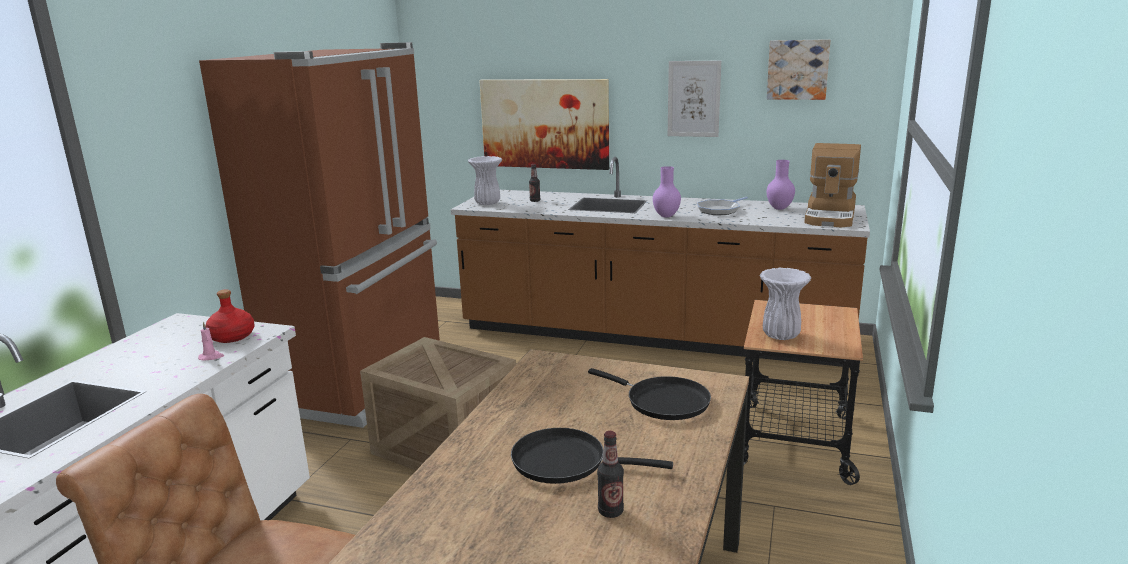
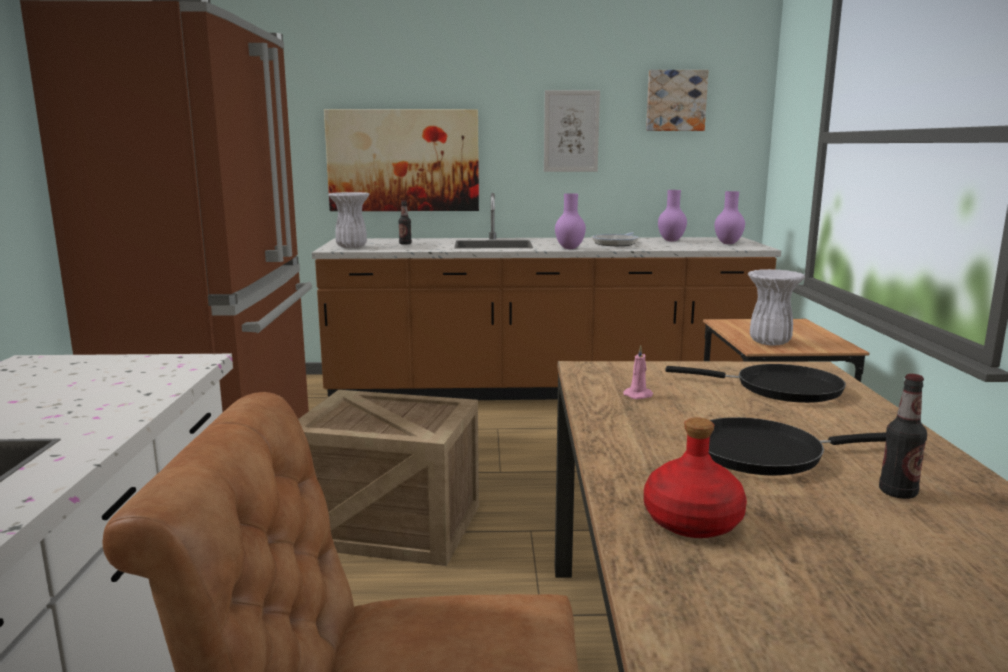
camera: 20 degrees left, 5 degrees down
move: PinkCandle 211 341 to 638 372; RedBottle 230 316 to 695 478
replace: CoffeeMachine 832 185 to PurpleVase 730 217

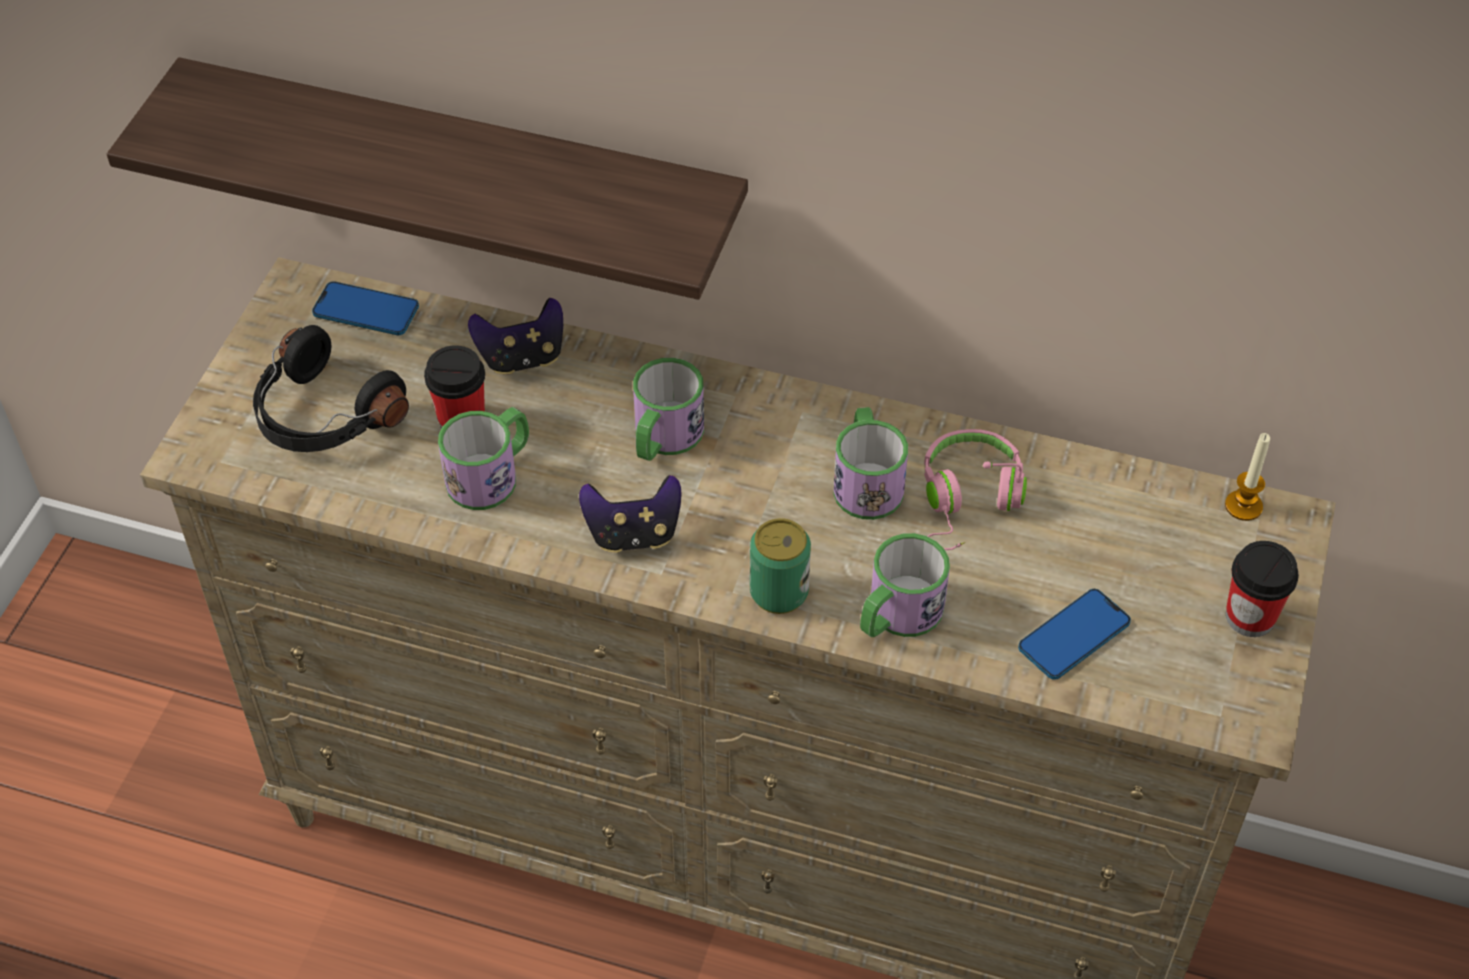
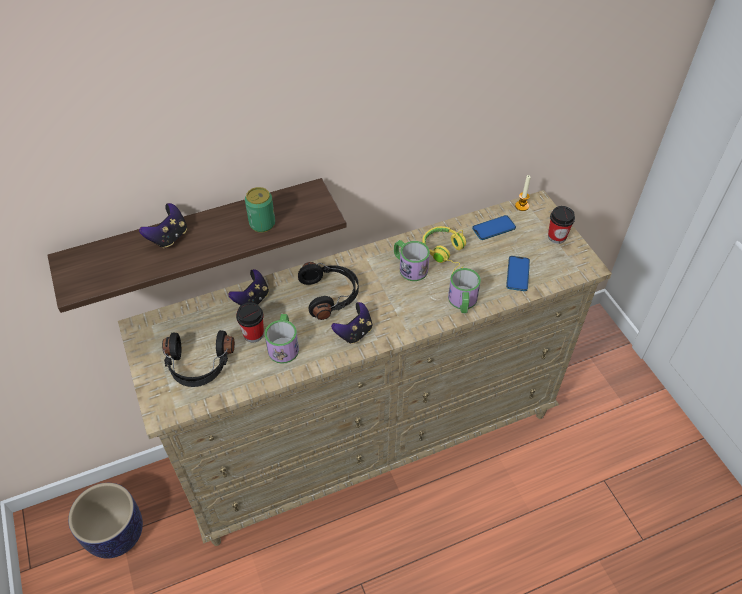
camera: 40 degrees left, 0 degrees up
insert: Planter 105 521; GameController 163 226
move: Phone 365 308 to 494 227; Can 780 566 to 260 210
replace: Mug 668 409 to BlackHeadphones 328 291
recolor: PinkHeadphones 975 489 to YellowHeadphones 444 249

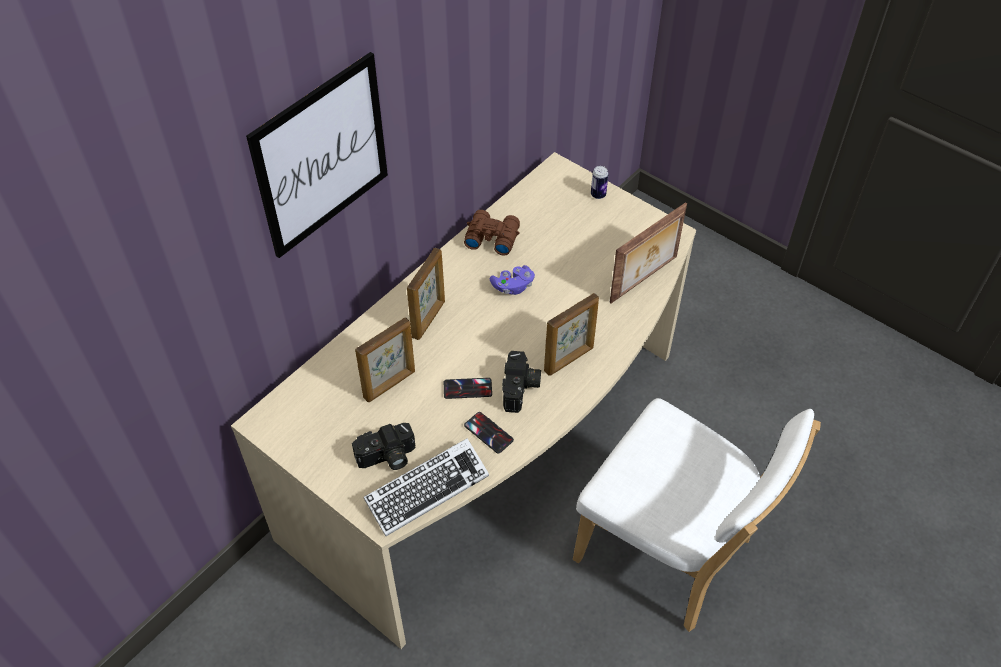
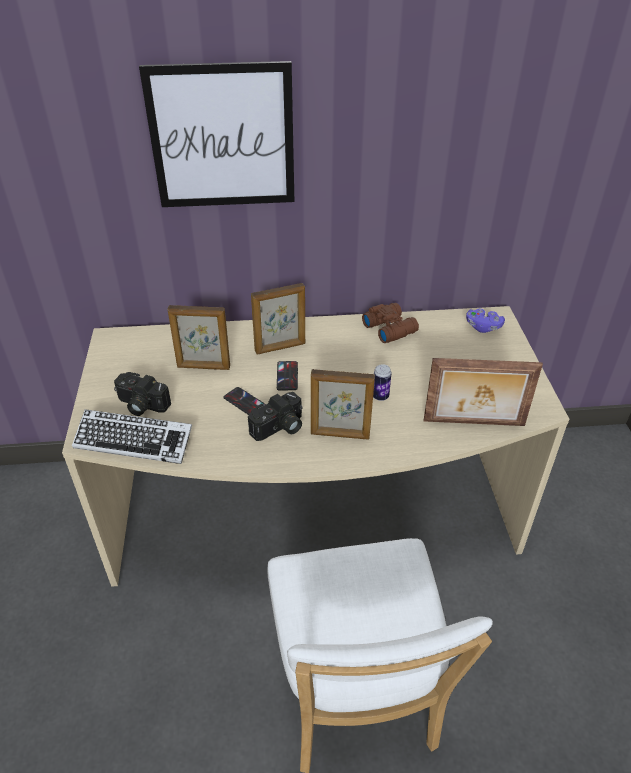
camera: 45 degrees right, 10 degrees down
move: Phone 489 433 to 287 375; PurpleGameController 512 280 to 485 321; Can 600 182 to 382 382

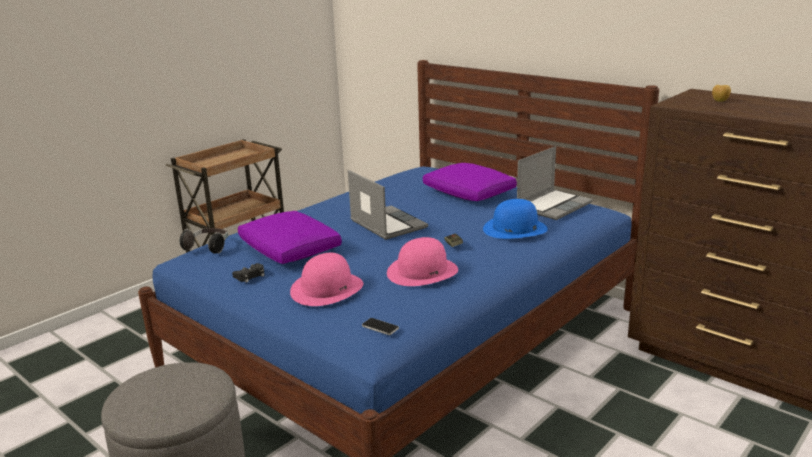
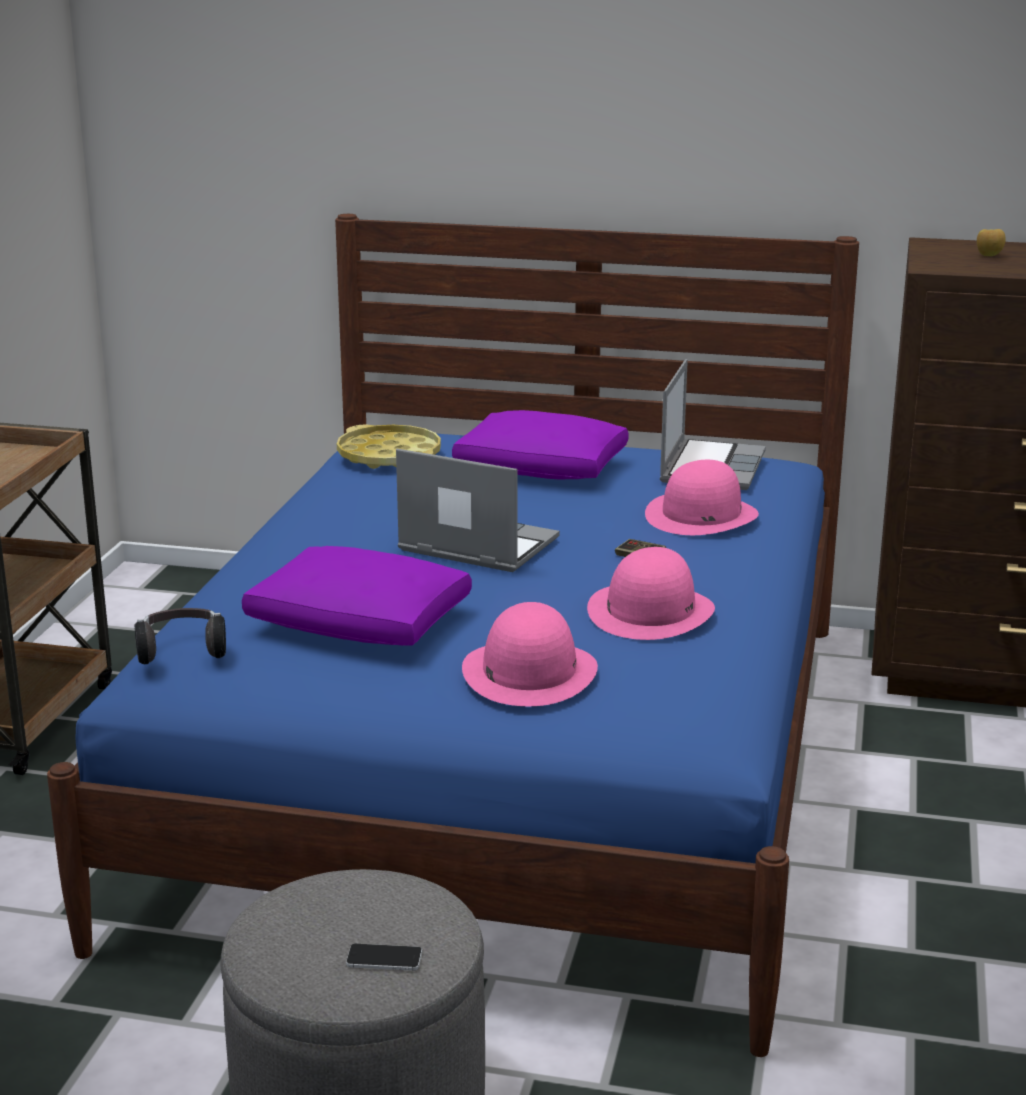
camera: 30 degrees left, 0 degrees up
delete: BlackGameController 248 273
insert: YellowTray 389 446
move: Phone 380 326 to 384 957
recolor: BlueHat 515 219 to PinkHat 702 497

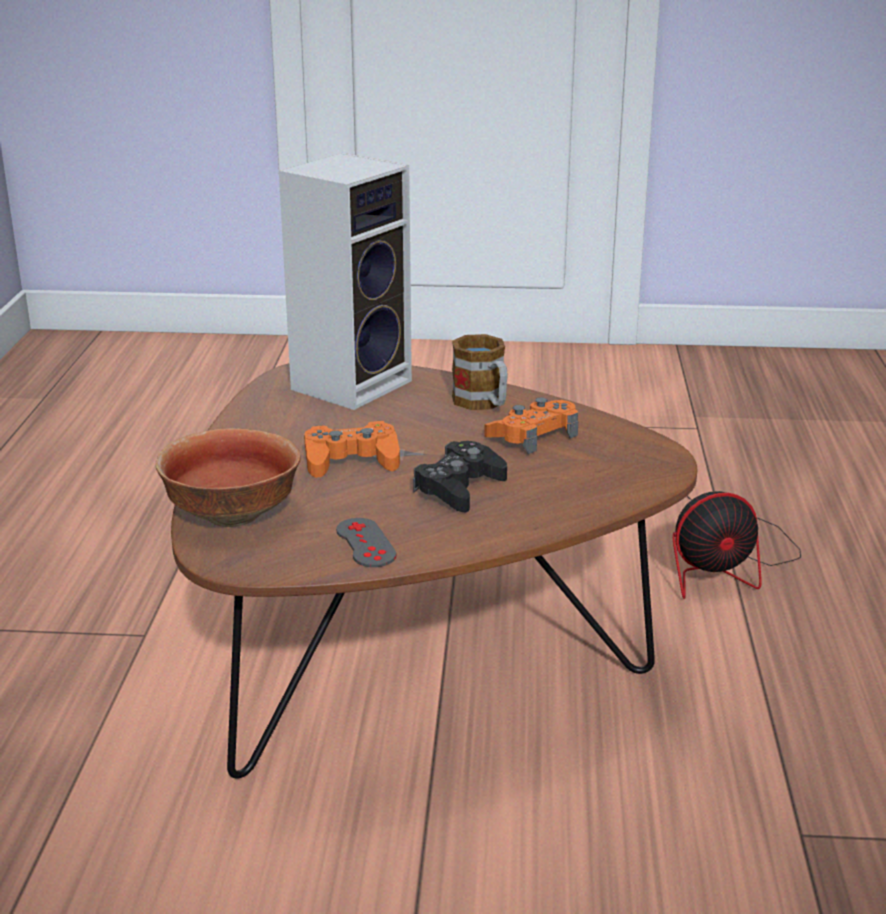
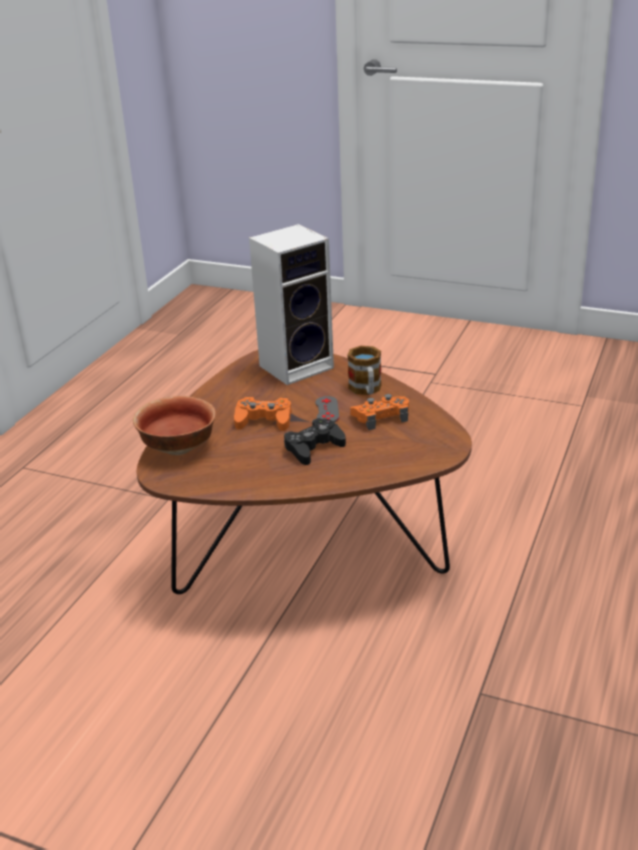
camera: 20 degrees right, 5 degrees up
delete: Fan 737 545
move: GreyGameController 366 542 to 327 409

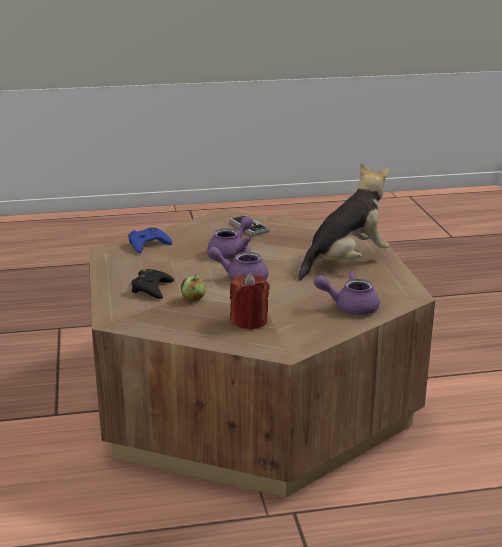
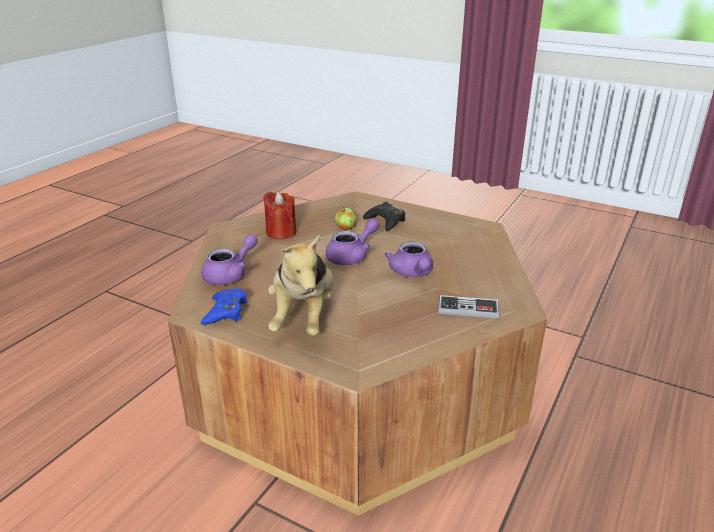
camera: 130 degrees right, 5 degrees up
move: BlueGameController 150 240 to 224 306

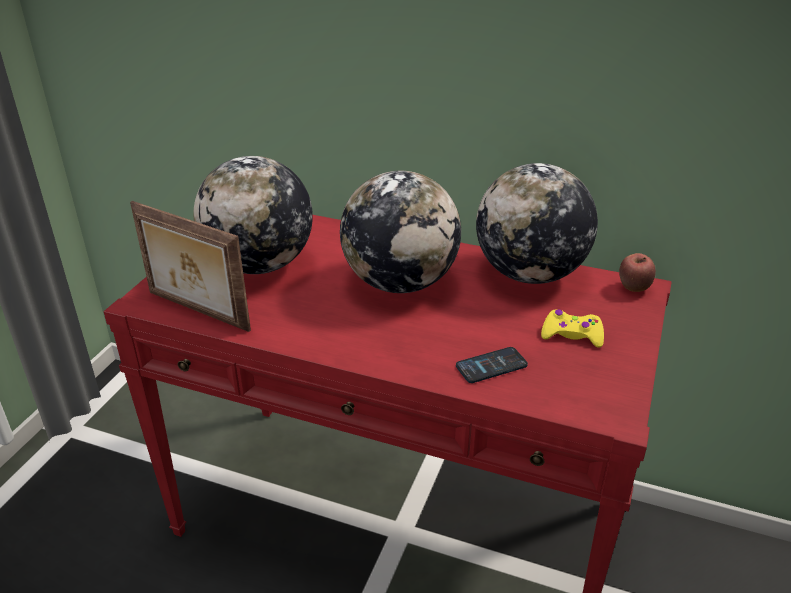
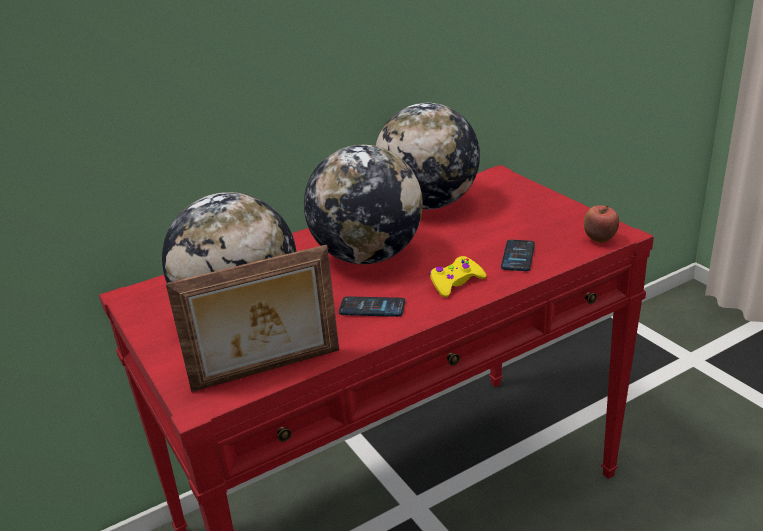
camera: 50 degrees left, 5 degrees down
insert: Phone 372 306
move: YellowGameController 572 328 to 457 276; Apple 637 272 to 601 224

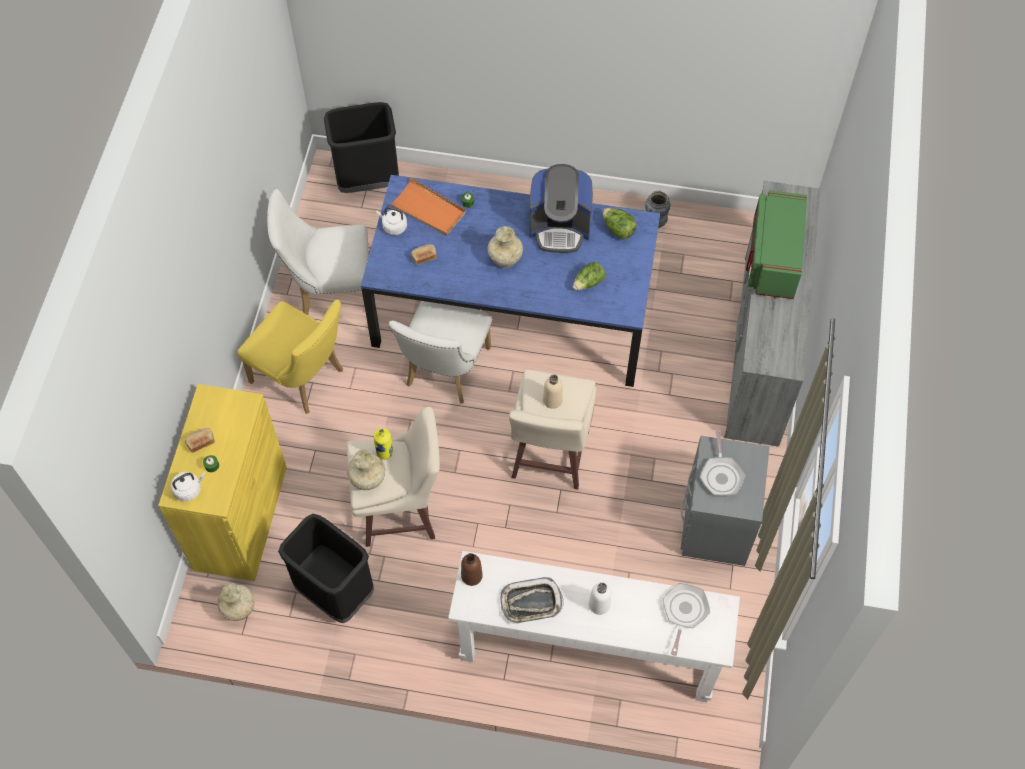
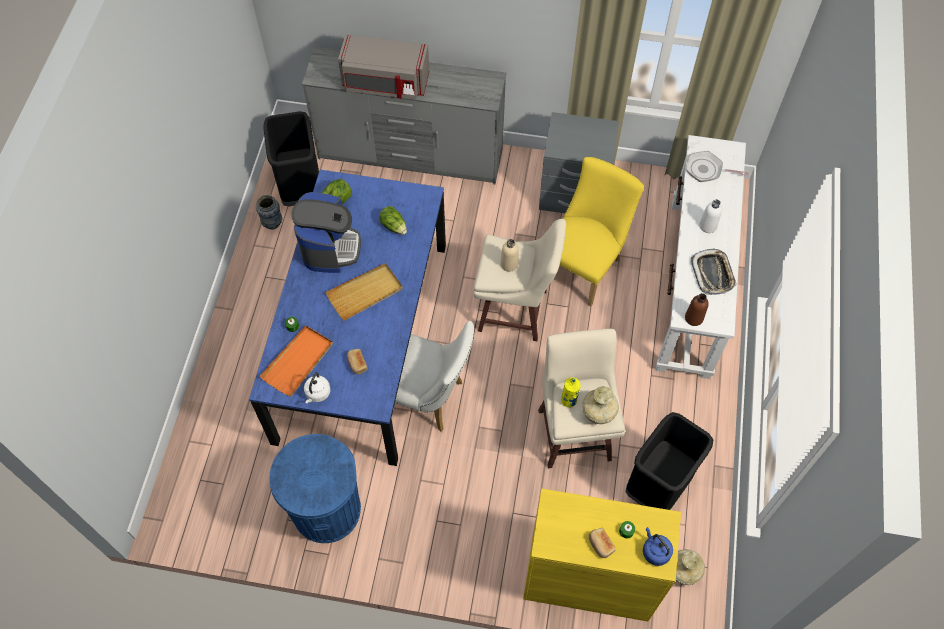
camera: 90 degrees left, 0 degrees up
delete: FryingPan 723 462
move: YellowChair 290 356 to 601 232; BlackTrashCan 361 147 to 291 158
replace: WhiteChair 318 252 to BlueTrashCan 315 488; BeigeVase 505 247 to BeigeTray 364 292
recolor: WhiteKettle 188 486 to BlueKettle 658 546; GreenMicrowave 776 244 to GreyMicrowave 383 67

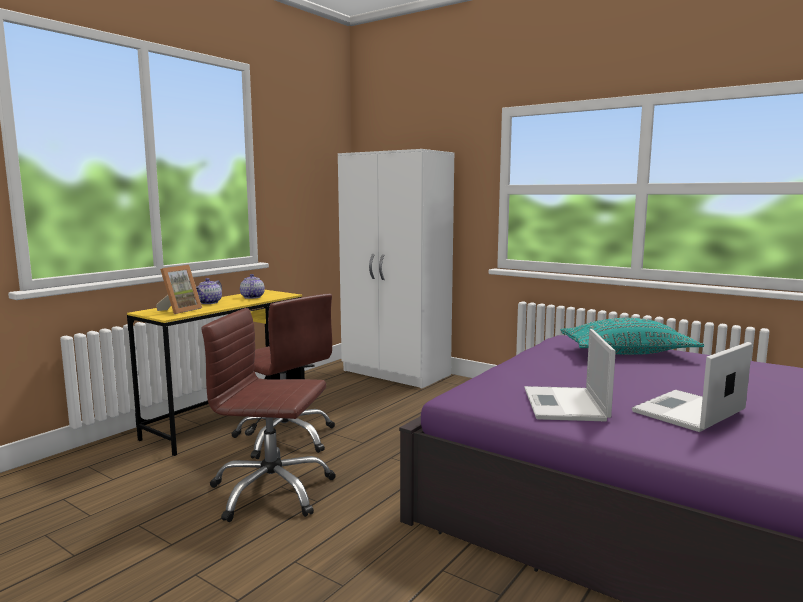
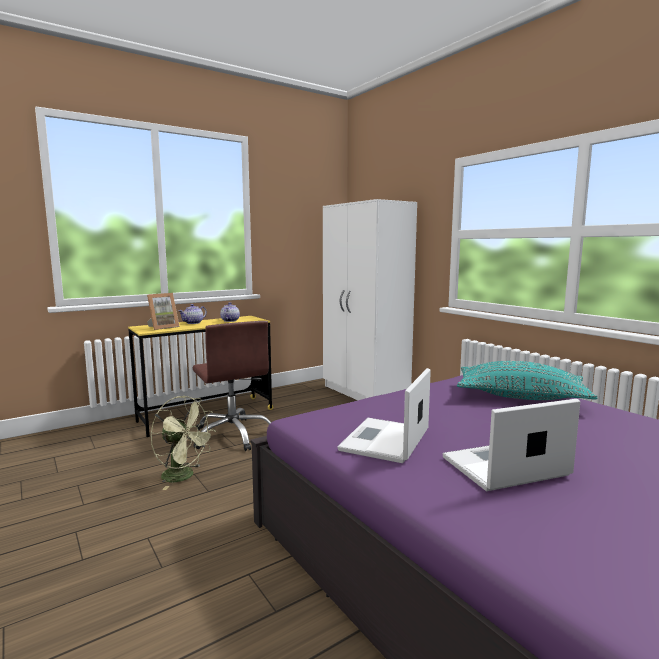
camera: 20 degrees right, 0 degrees up
replace: BrownOfficeChair 268 415 to GreenFan 183 443

